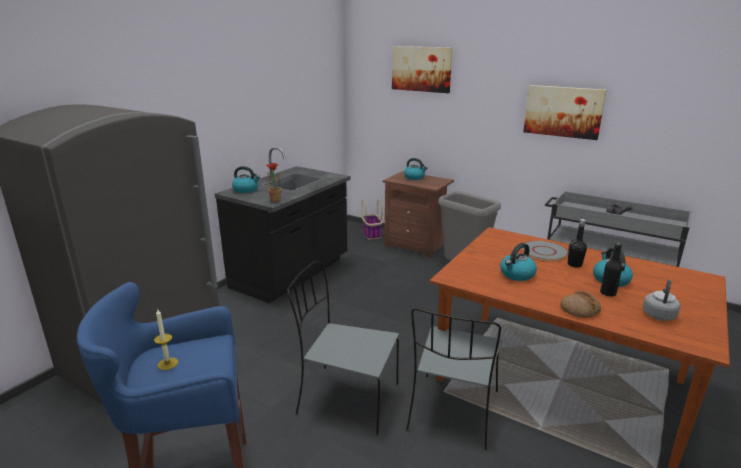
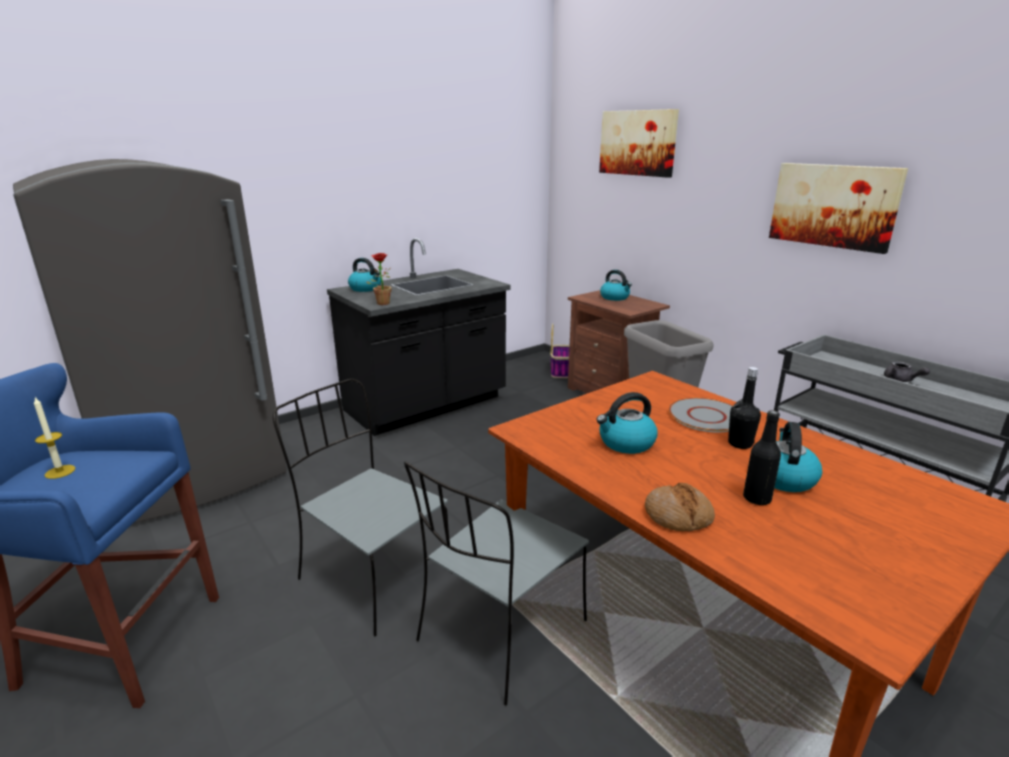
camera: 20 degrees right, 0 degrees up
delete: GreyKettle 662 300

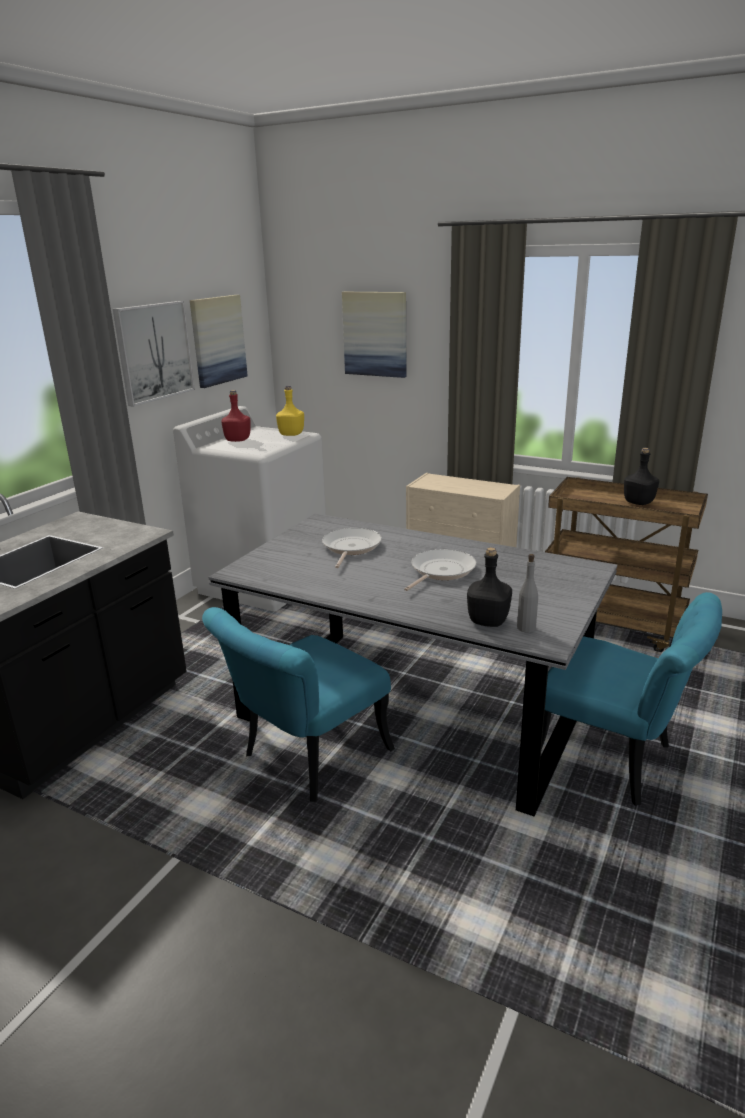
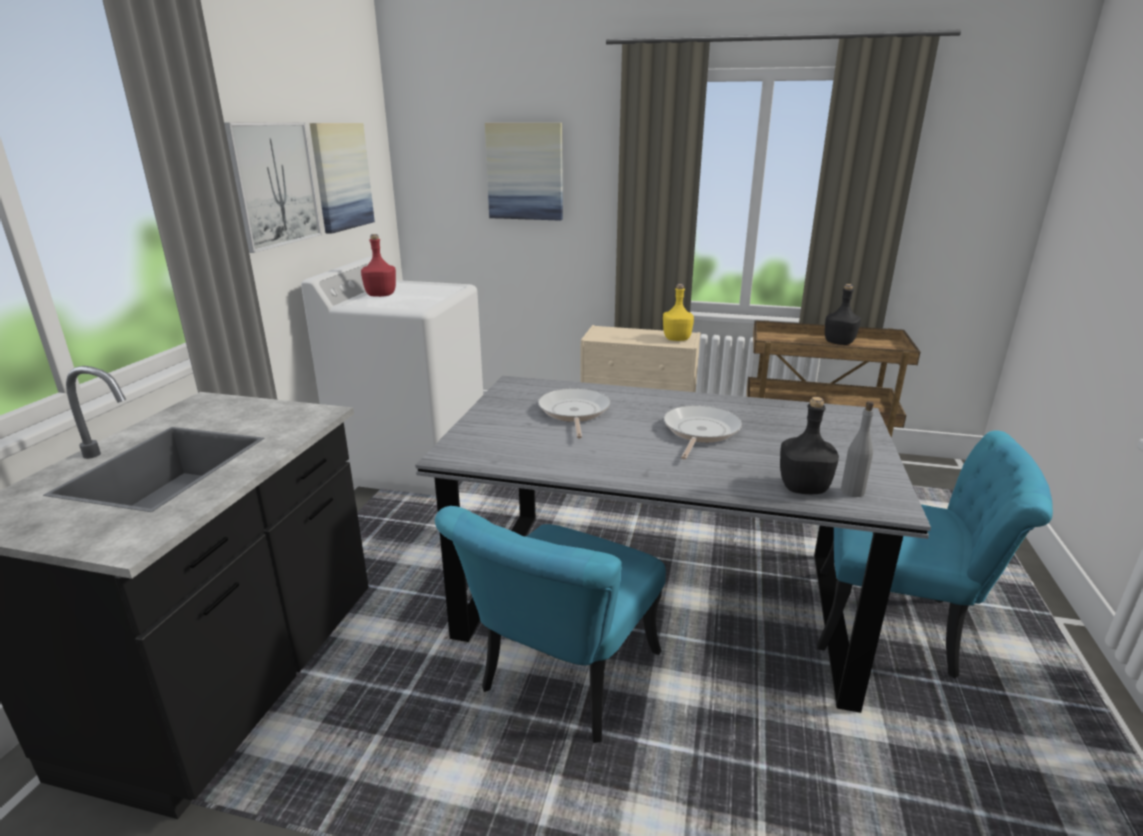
camera: 15 degrees left, 0 degrees up
move: YellowBottle 290 410 to 678 312

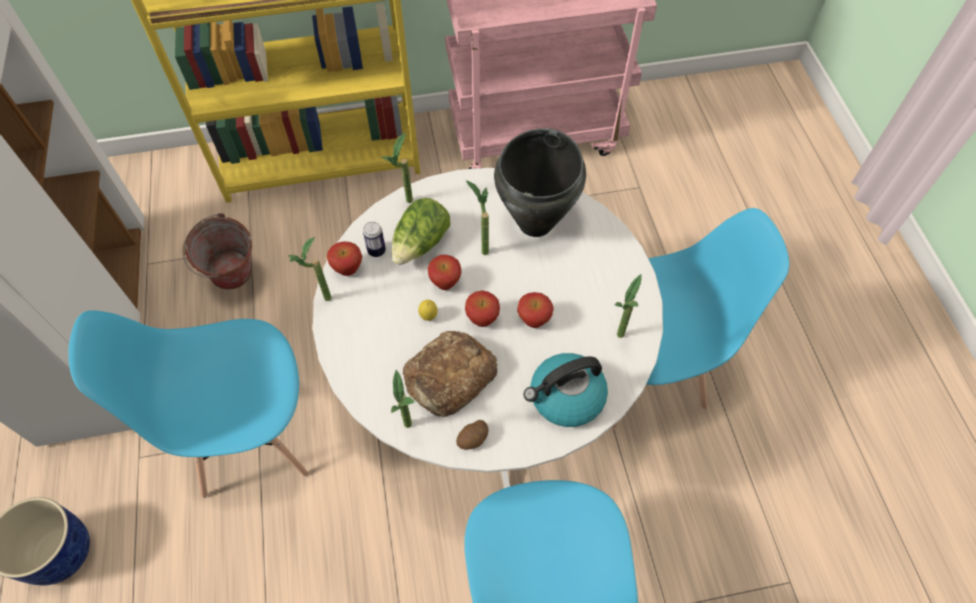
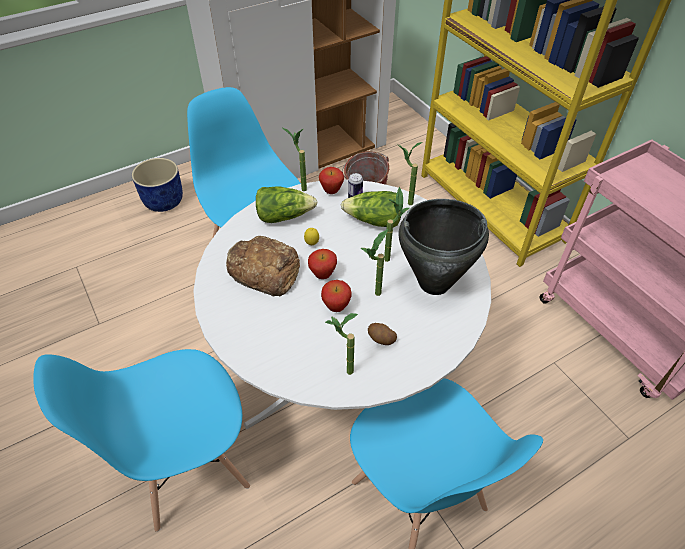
camera: 70 degrees right, 10 degrees down
delete: Apple 444 272; Kettle 566 390
insert: Lettuce 286 205
move: PottedPlant 403 399 to 374 262; Potato 472 435 to 382 334

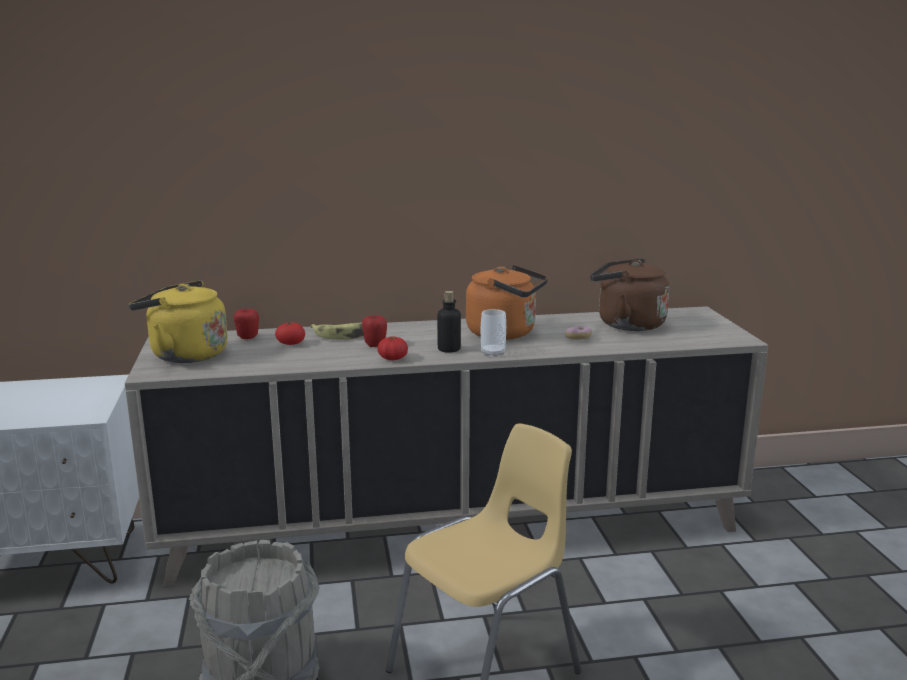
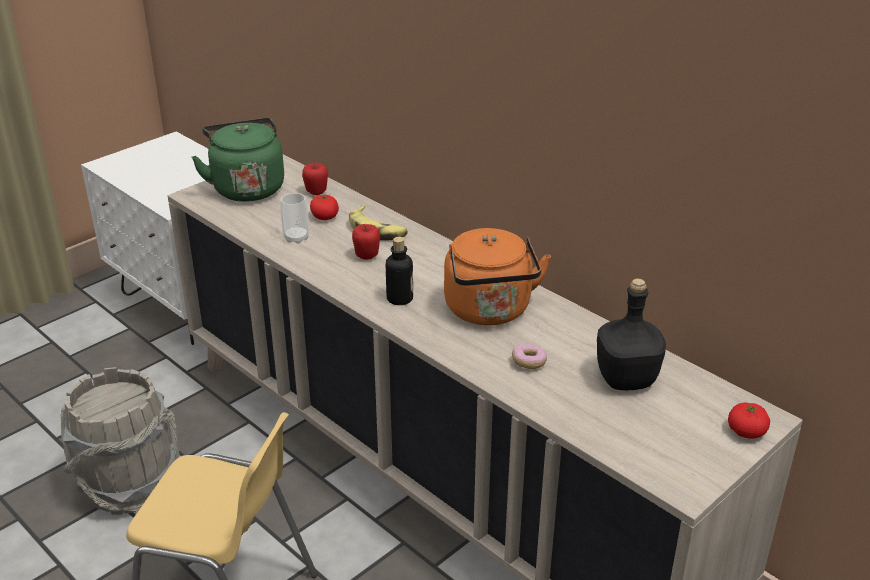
camera: 55 degrees right, 15 degrees up
move: Tomato 393 348 to 749 420; Cup 493 333 to 294 218
replace: BrownKettle 630 294 to BlackBottle 631 334
recolor: YellowKettle 178 321 to GreenKettle 238 160

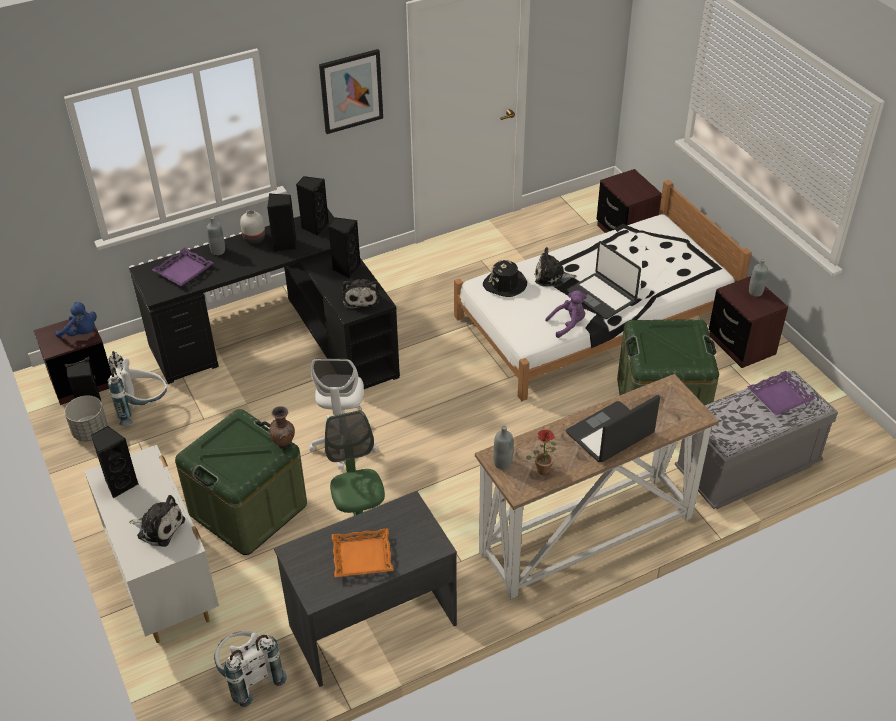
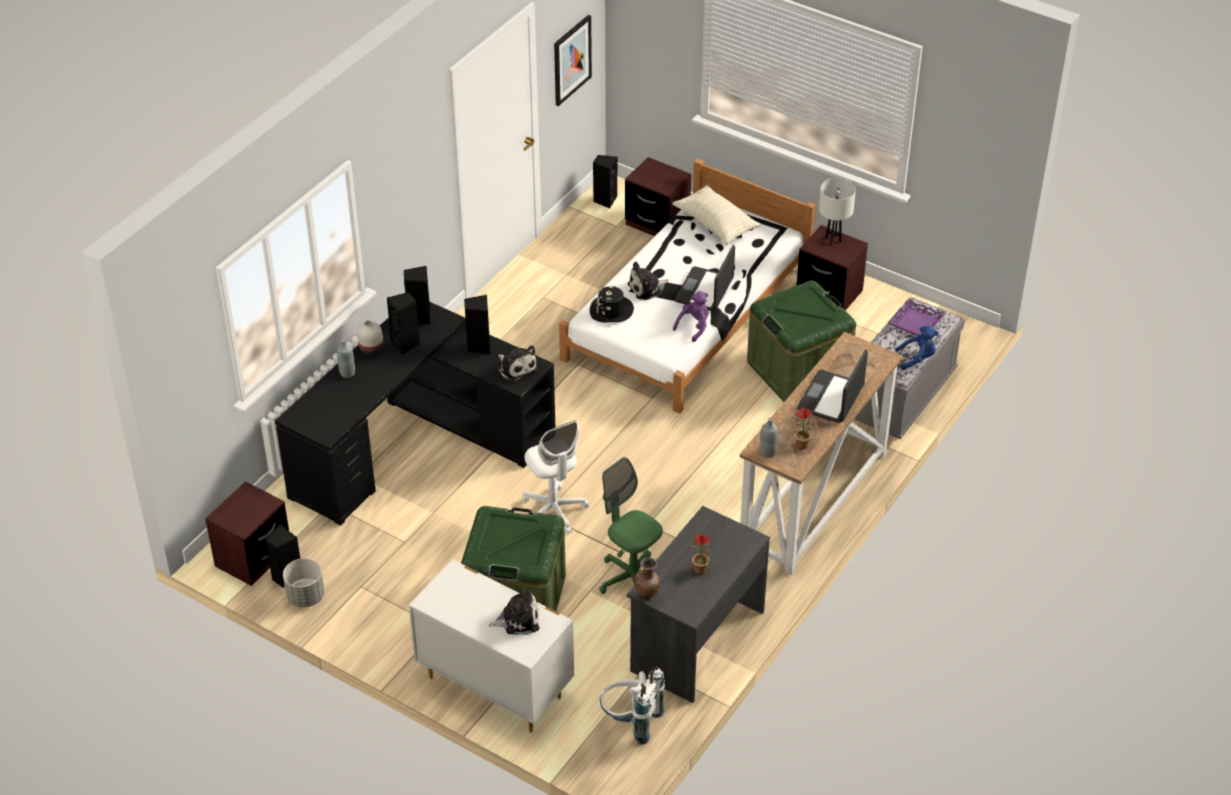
camera: 30 degrees left, 0 degrees up
delete: WhiteBackpack 137 388; PurpleTray 182 266
insert: BeigePillow 716 215
move: BluePlushToy 76 320 to 916 347; BlackSpeaker 115 462 to 605 181; BrownVase 282 427 to 647 578; Picture 351 91 to 573 60
replace: OrangeTray 362 552 to PottedPlant 700 554; GreyBottle 758 278 to WhiteTableLamp 837 211
rotate: Laptop 604 280 = 705 278 90 degrees clockwise

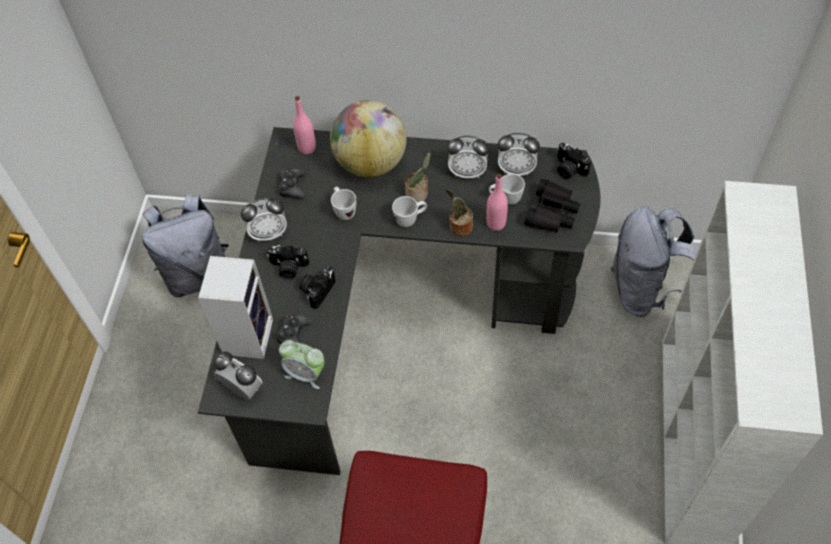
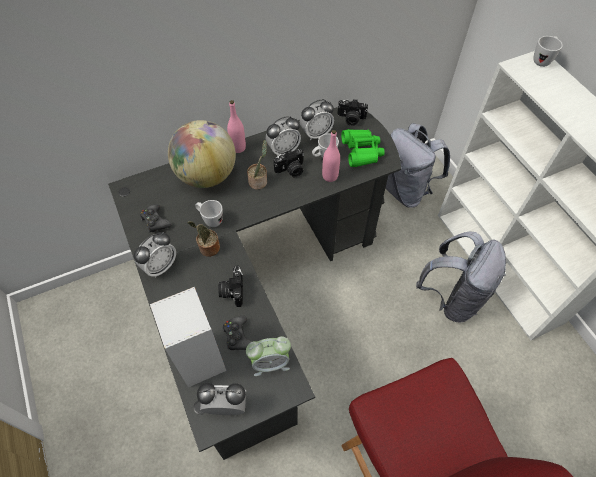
camera: 35 degrees left, 0 degrees up
move: GreyBackpack 185 245 to 461 277; PhotoCamera 288 262 to 289 163; PinkBottle 304 125 to 236 126; WhiteMug 409 211 to 548 51; PottedPlant 459 212 to 203 239
recolor: BlackBinoculars 552 205 to GreenBinoculars 363 148

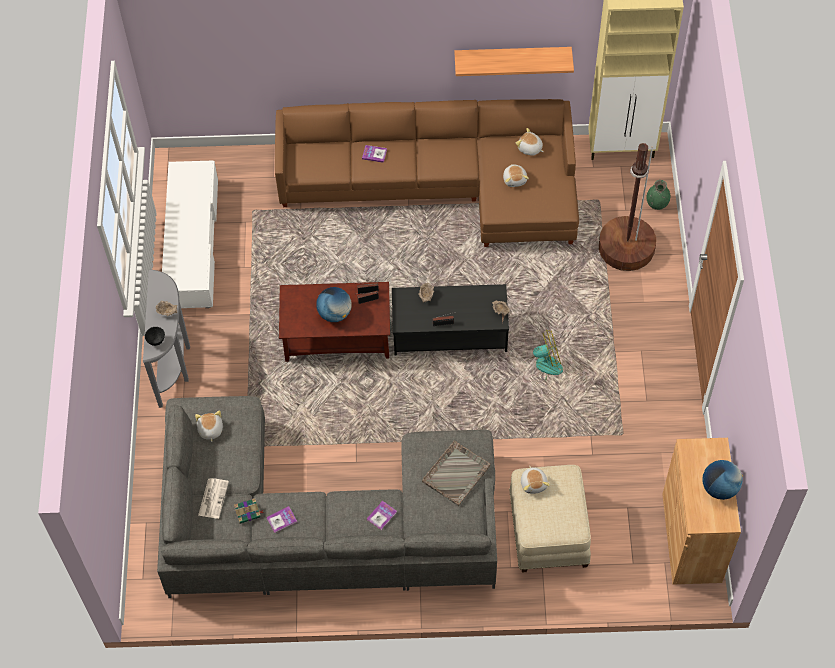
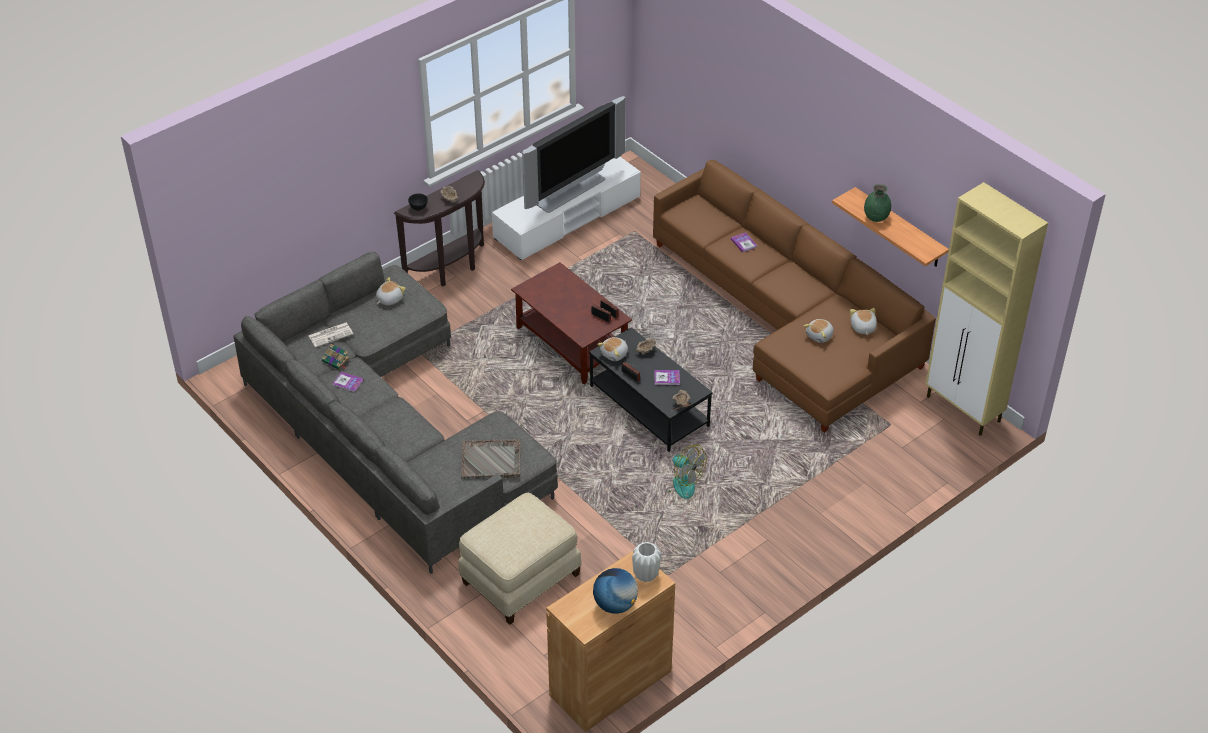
camera: 50 degrees right, 15 degrees down
delete: Globe 334 304; BrownFloorLamp 627 207
insert: Television 574 154; WhiteVase 646 562
move: Book 382 515 to 667 377; PlushToy 535 480 to 612 349; GreenVase 658 195 to 877 203
recolor: GreyConsoleTable 166 338 to BrownConsoleTable 439 228

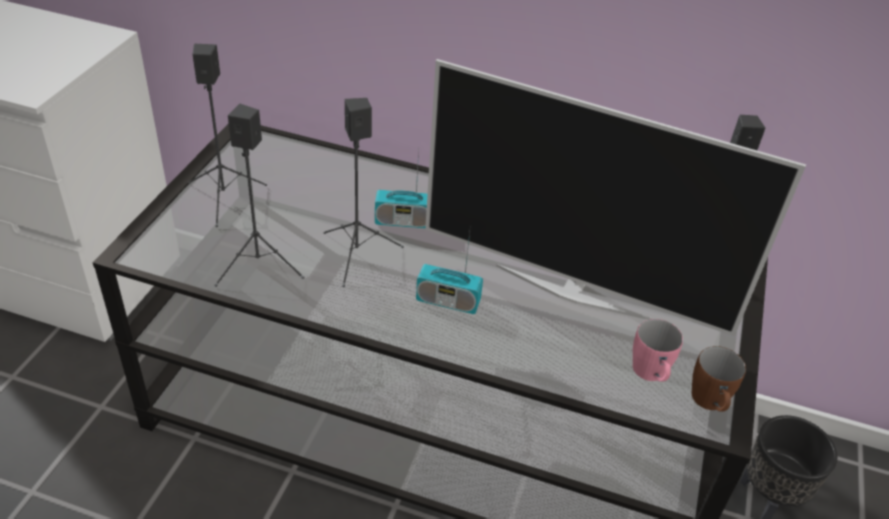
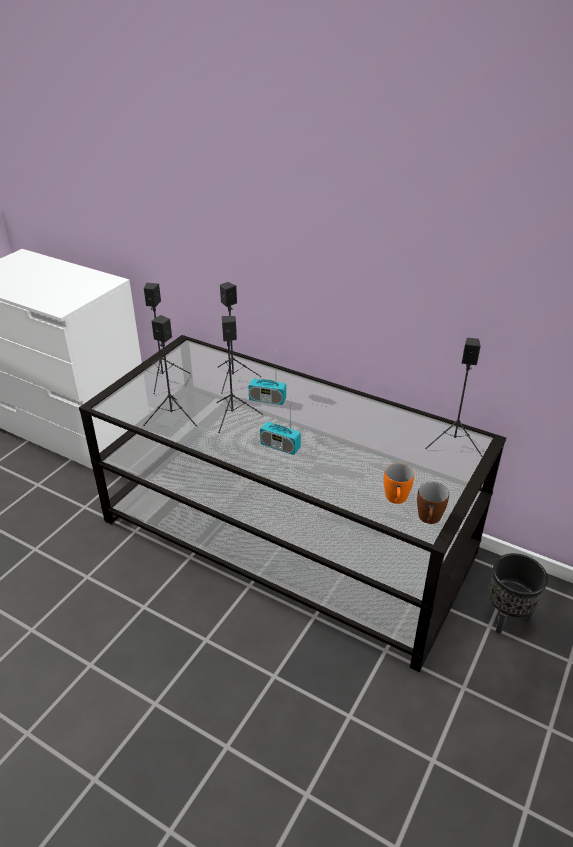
camera: 15 degrees right, 5 degrees down
delete: Television 615 197
insert: BlackSpeaker 239 338
recolor: PinkMug 658 350 to OrangeMug 399 483

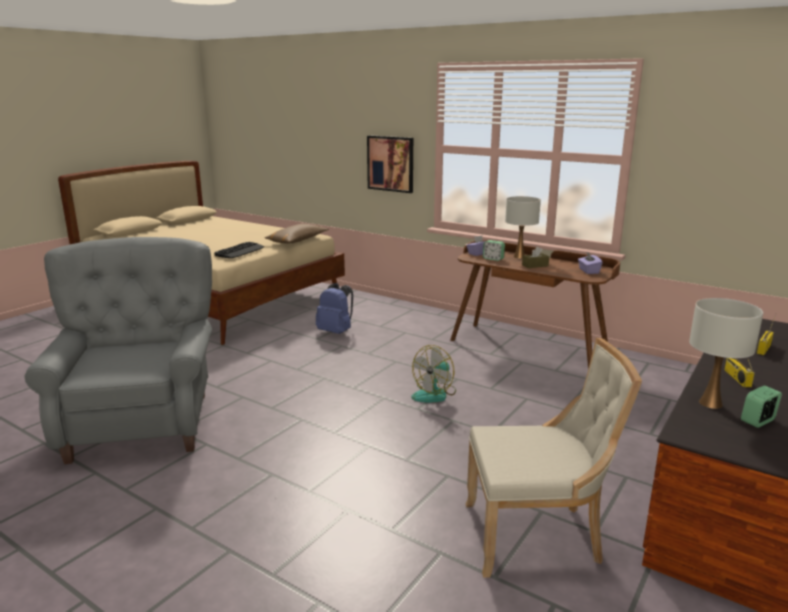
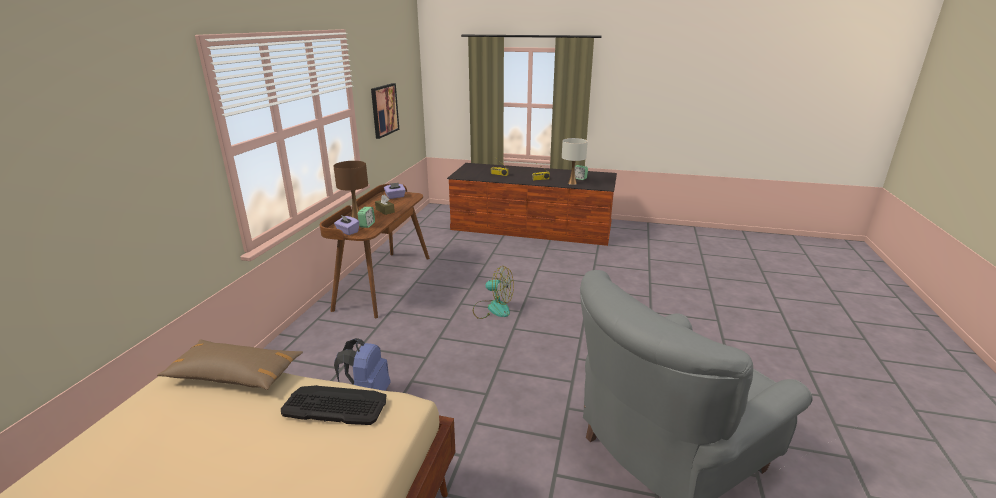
camera: 110 degrees left, 5 degrees up
delete: BeigeChair 553 458
move: Picture 390 164 to 385 111
recolor: WhiteTableLamp 523 227 to BrownTableLamp 350 190

